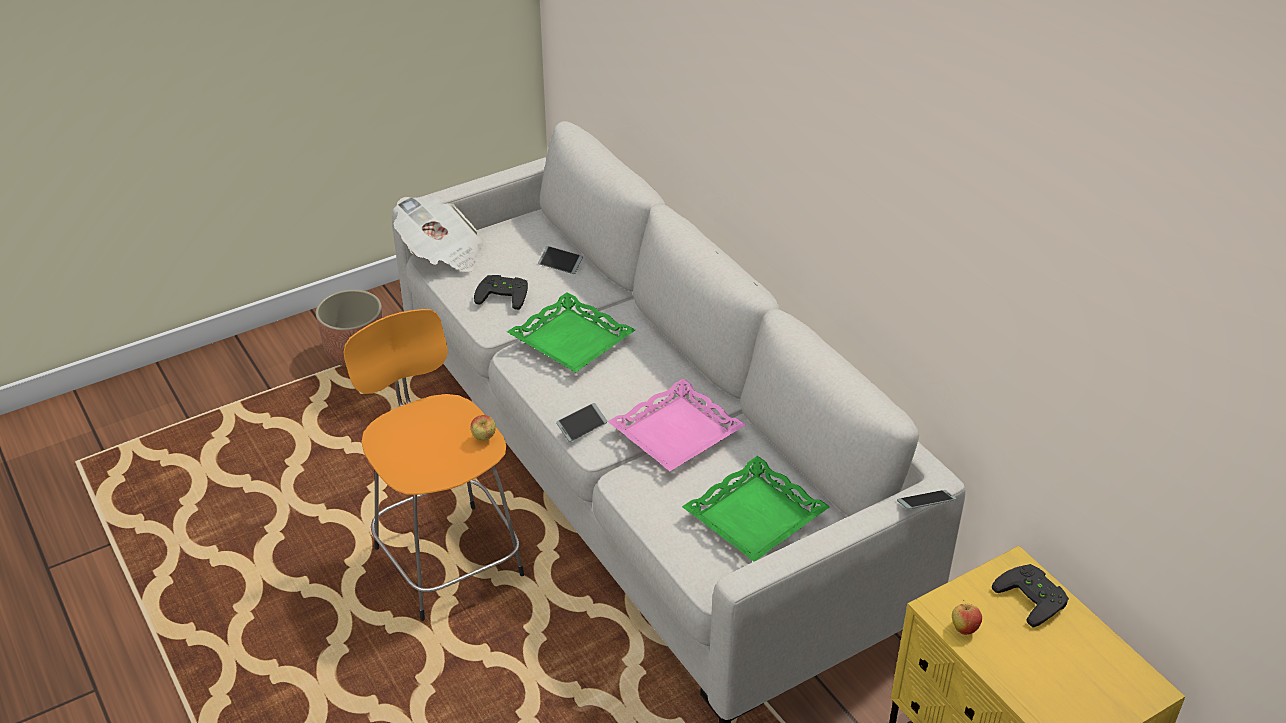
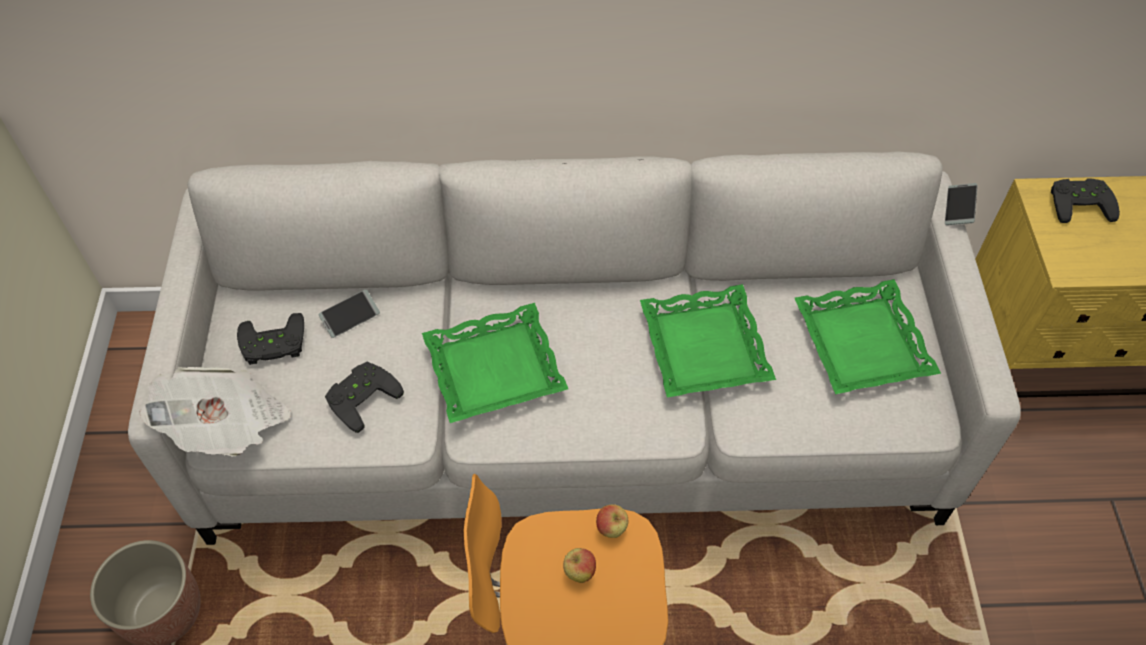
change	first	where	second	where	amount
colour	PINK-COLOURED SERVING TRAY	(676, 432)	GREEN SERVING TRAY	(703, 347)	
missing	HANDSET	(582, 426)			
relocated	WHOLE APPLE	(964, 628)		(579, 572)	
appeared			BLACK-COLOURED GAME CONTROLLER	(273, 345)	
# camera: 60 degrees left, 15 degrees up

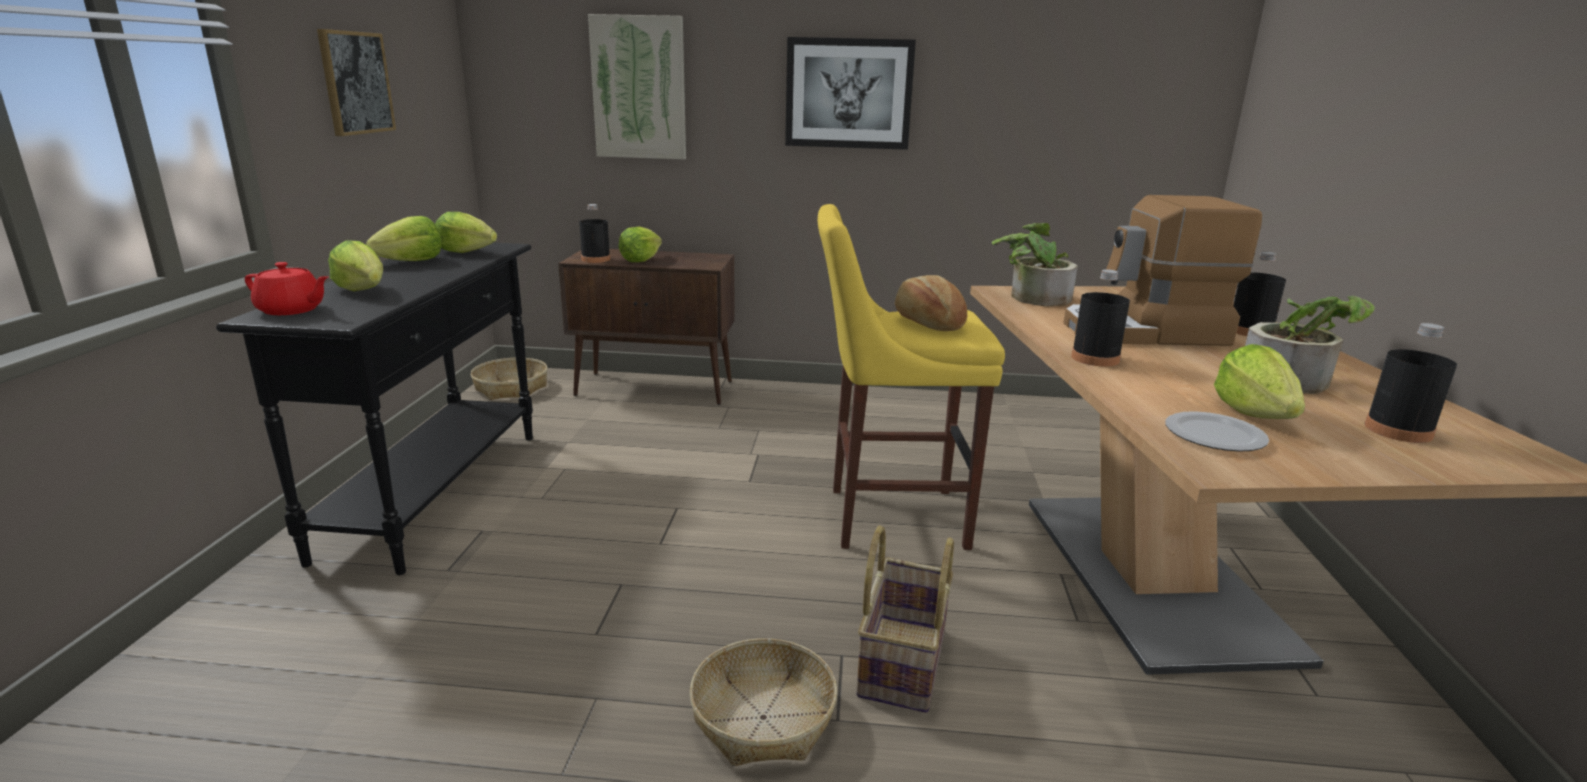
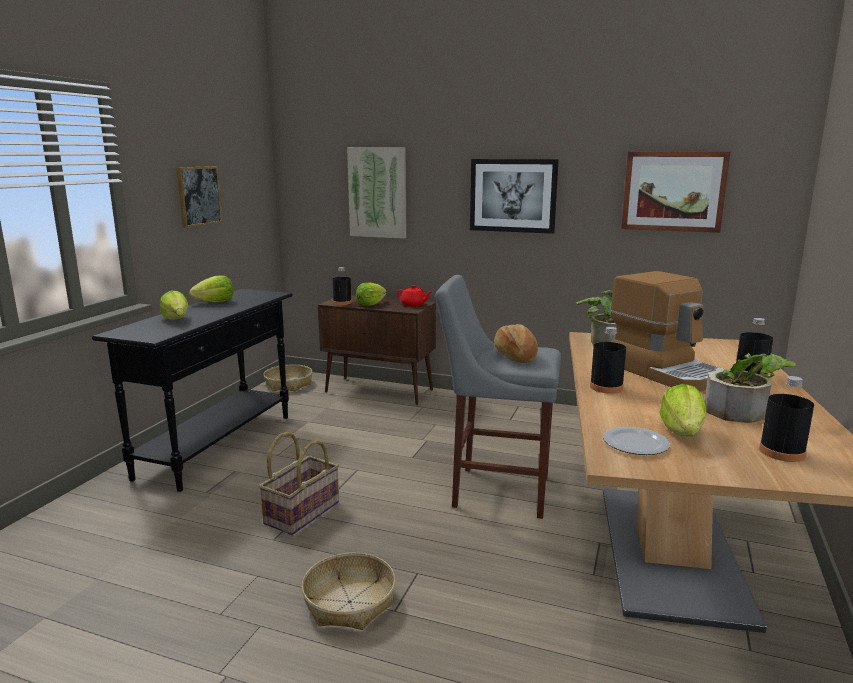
change	first	where	second	where	amount
spun	COFFEE MACHINE	(1145, 332)		(665, 372)	135 degrees counterclockwise
colour	YELLOW STOOL	(888, 517)	GRAY STOOL	(495, 490)	
missing	LETTUCE HEAD	(466, 252)			
relocated	RED TEA POT	(292, 310)		(413, 304)	
relocated	BASKET	(900, 661)		(301, 512)	
appeared			PICTURE	(673, 191)	
# camera: 15 degrees right, 5 degrees down

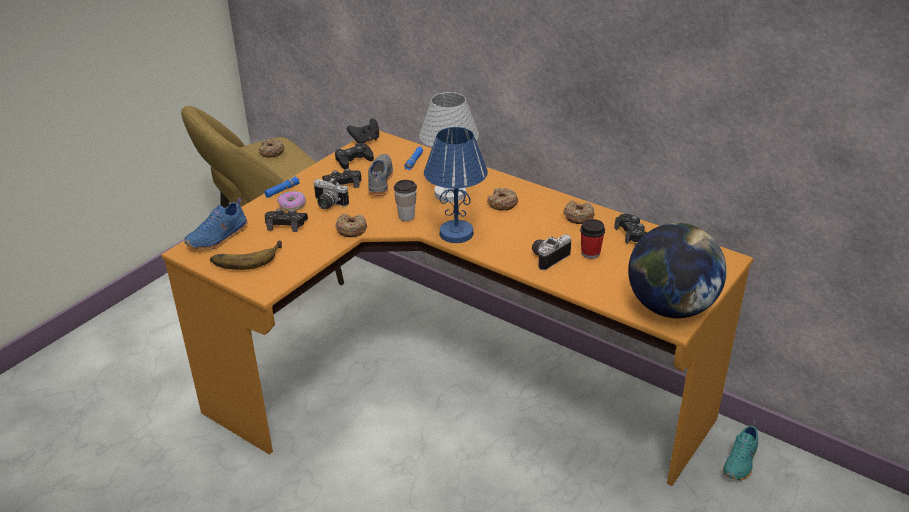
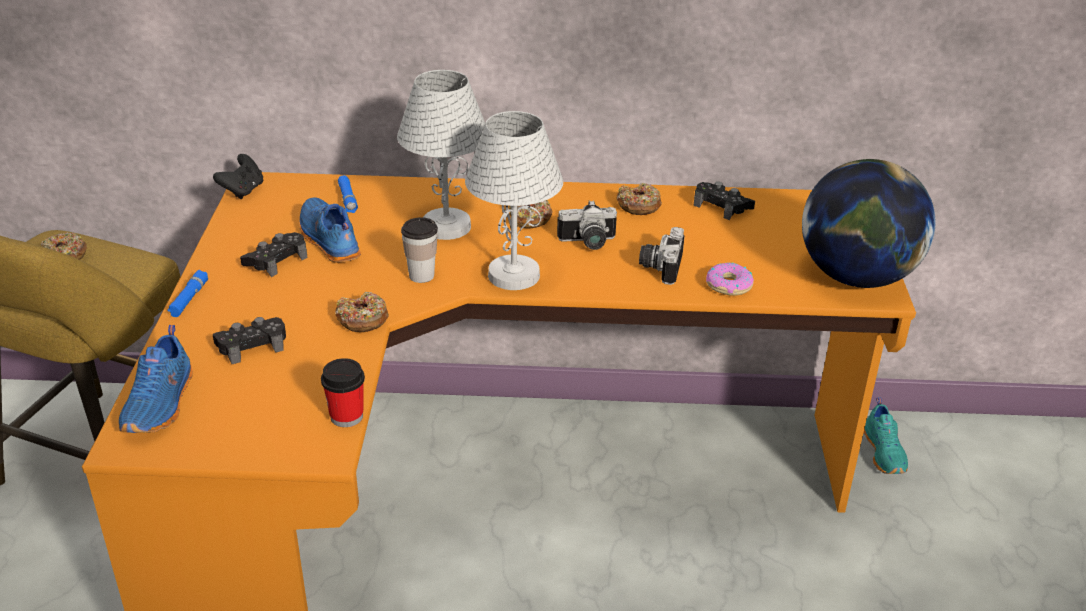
change	first	where	second	where	amount
colour	BLUE-COLOURED TABLETOP LAMP	(457, 233)	WHITE-COLOURED TABLETOP LAMP	(514, 275)	
missing	BLACK-COLOURED GAME CONTROLLER	(353, 160)			
colour	GRAY SHOE	(379, 181)	BLUE-COLOURED SHOE	(328, 241)	
relocated	STILL CAMERA	(328, 204)		(588, 243)	
relocated	DOUGHNUT	(292, 205)		(728, 285)	
relocated	SMALL CUP	(590, 253)		(346, 416)	
missing	BANANA	(246, 257)			
# camera: 35 degrees left, 0 degrees up

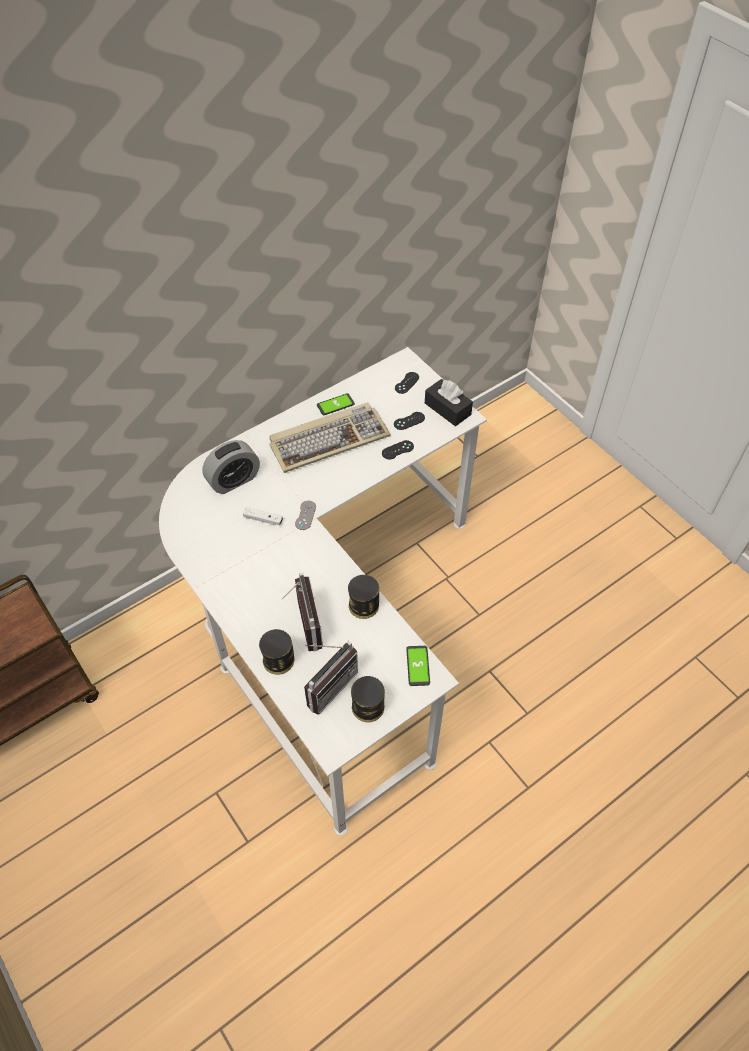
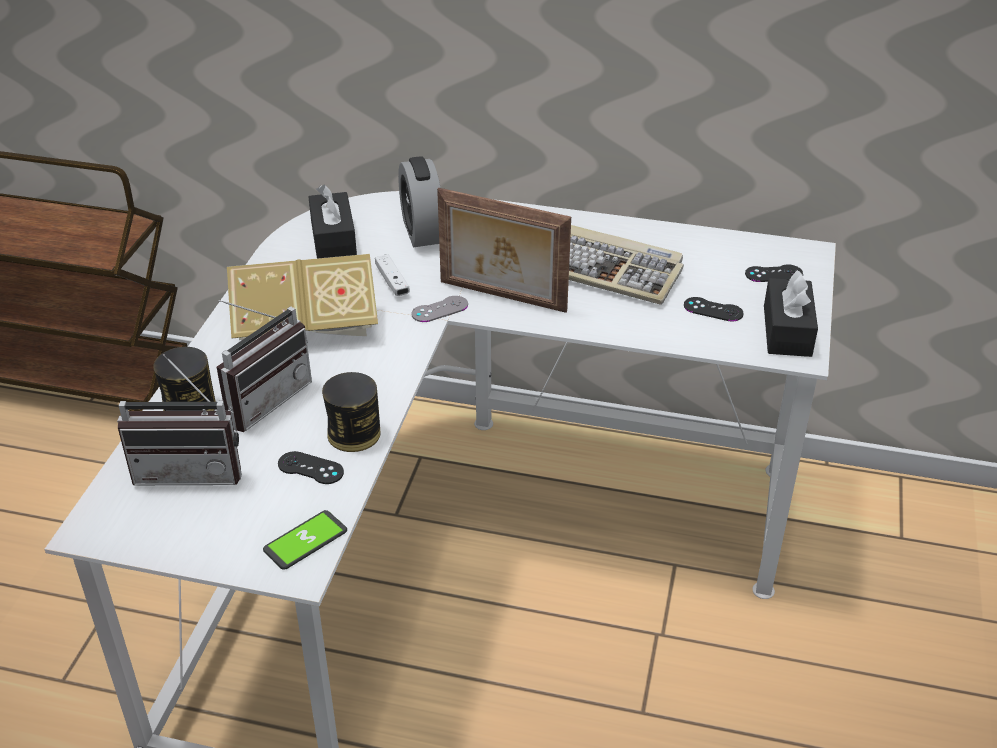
change	first	where	second	where	amount
missing	HANDSET	(335, 405)			
spun	BEDSIDE CLOCK	(233, 480)		(422, 231)	60 degrees clockwise
relocated	BLACK-COLOURED GAME CONTROLLER	(397, 450)		(310, 468)	
missing	METAL CAN	(368, 707)			
appeared			BLACK-COLOURED TISSUE HOLDER	(333, 239)	
appeared			STANDING FRAME	(502, 297)	
appeared			VOLUME	(306, 327)	
# camera: 50 degrees right, 15 degrees down

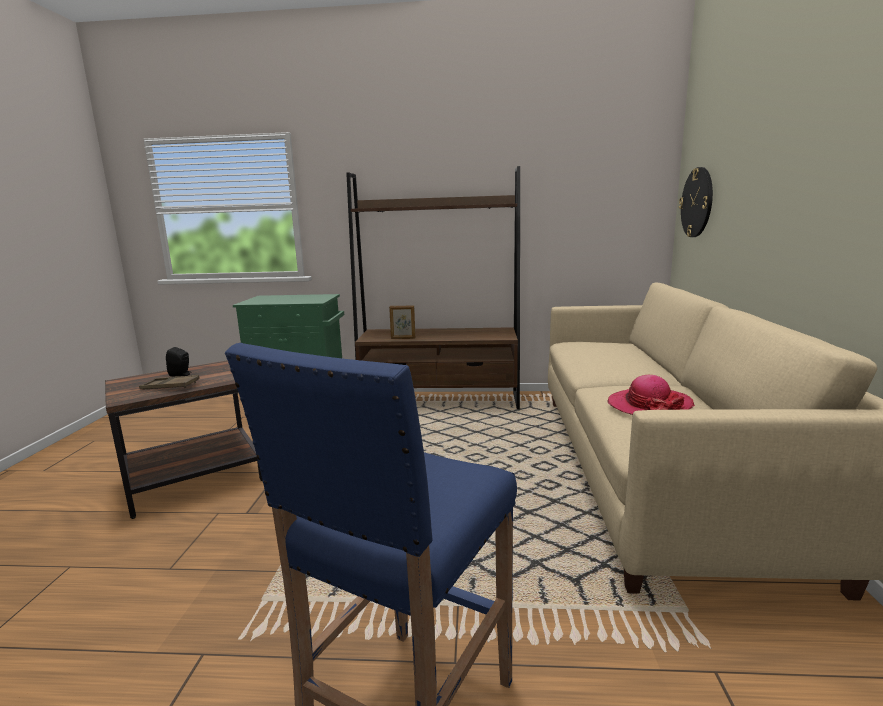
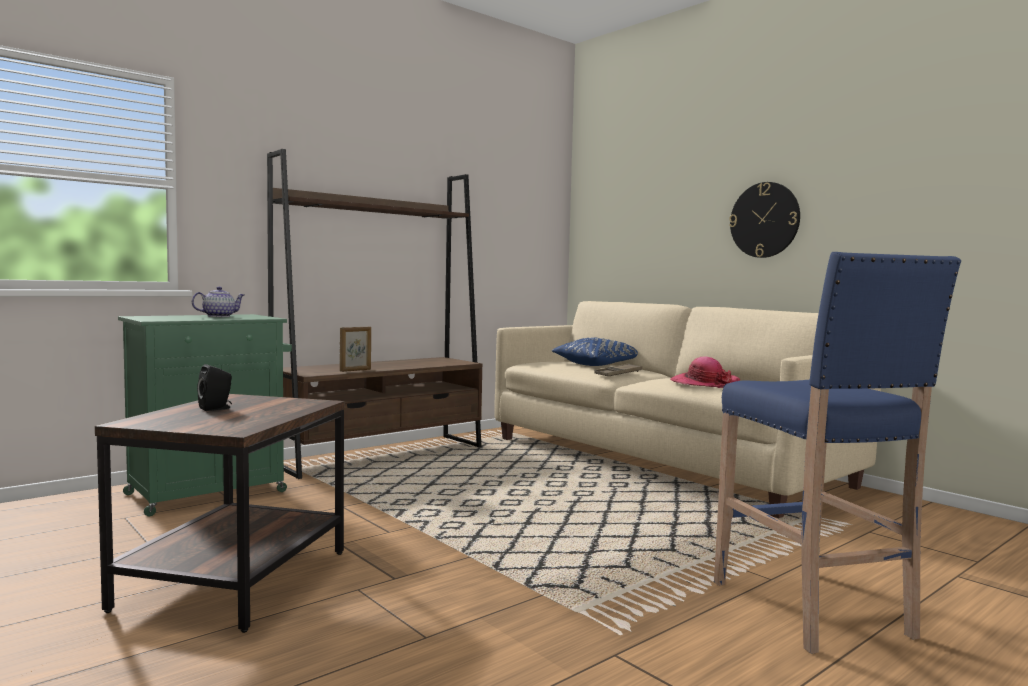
change	first	where	second	where	amount
relocated	WALL CLOCK	(697, 202)		(764, 220)	
relocated	BROWNISH SERVING TRAY	(170, 387)		(618, 374)	
appeared			TEA POT	(219, 316)	
appeared			BLUE-COLOURED THROW PILLOW	(597, 364)	
# camera: 45 degrees left, 10 degrees down

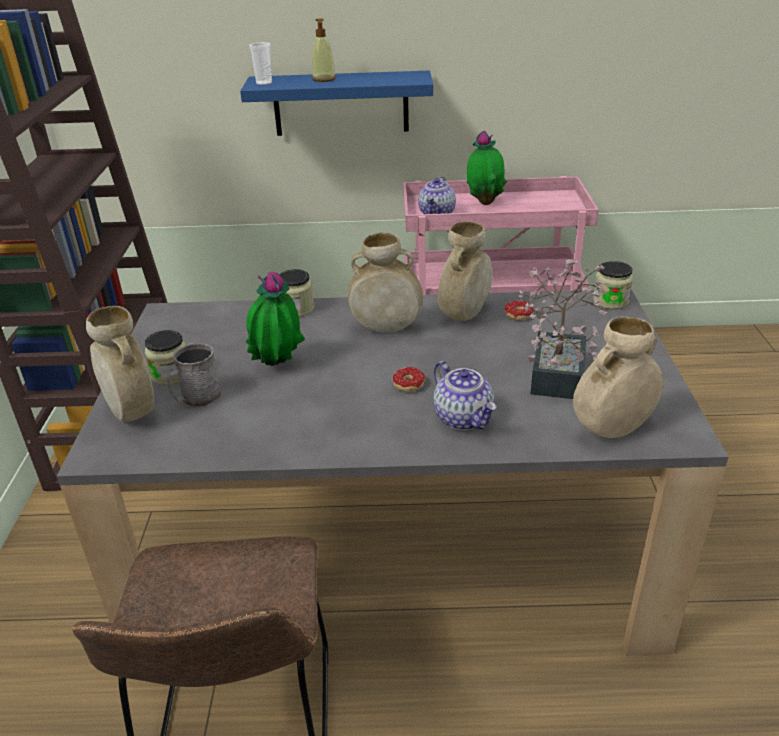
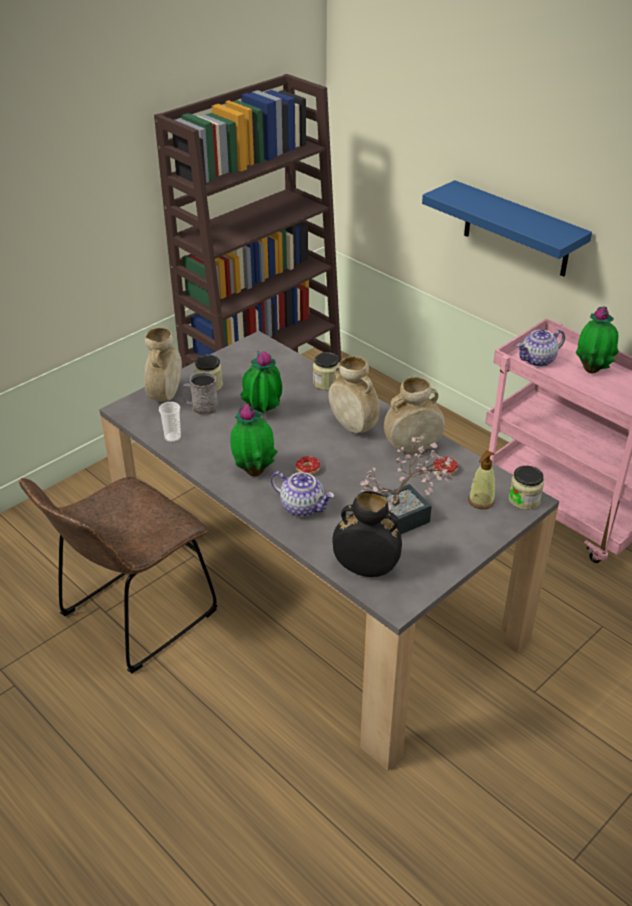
change	first	where	second	where	amount
relocated	SOAP DISPENSER	(324, 79)		(481, 501)	
relocated	SMALL CUP	(264, 83)		(172, 437)	
colour	BEIGE-COLOURED FLOWER VASE	(612, 430)	BLACK-COLOURED FLOWER VASE	(365, 569)	
spun	TEA POT	(464, 418)		(303, 507)	75 degrees counterclockwise
appeared			HOUSEPLANT	(254, 471)	
# camera: 45 degrees right, 5 degrees up

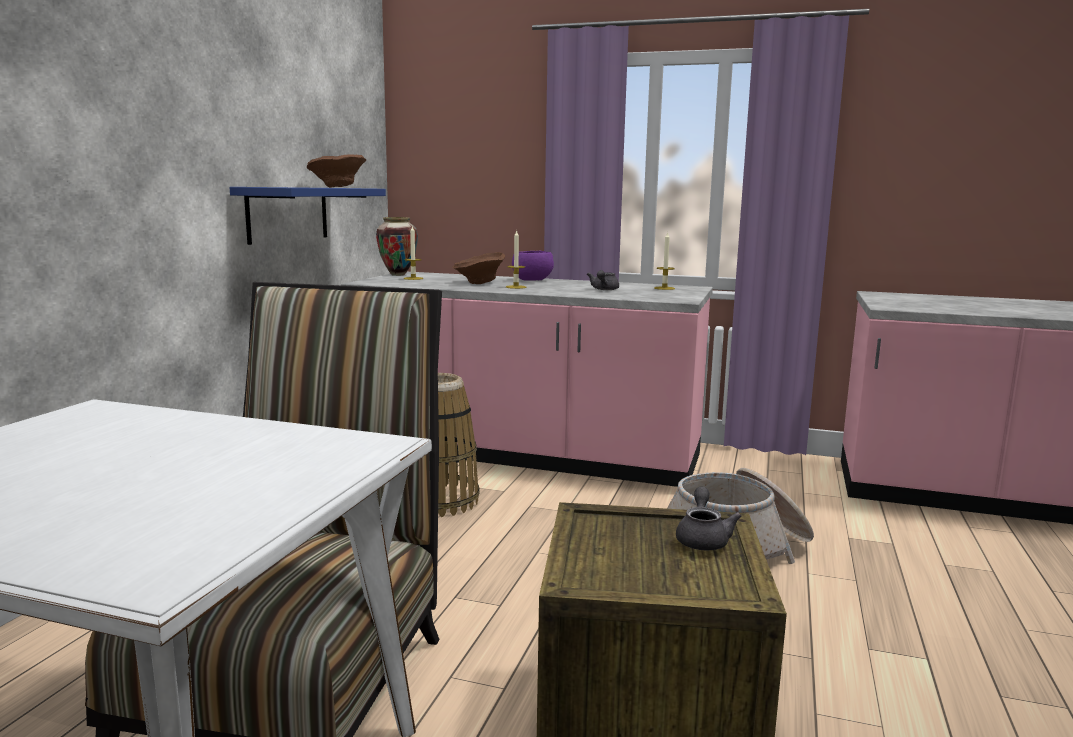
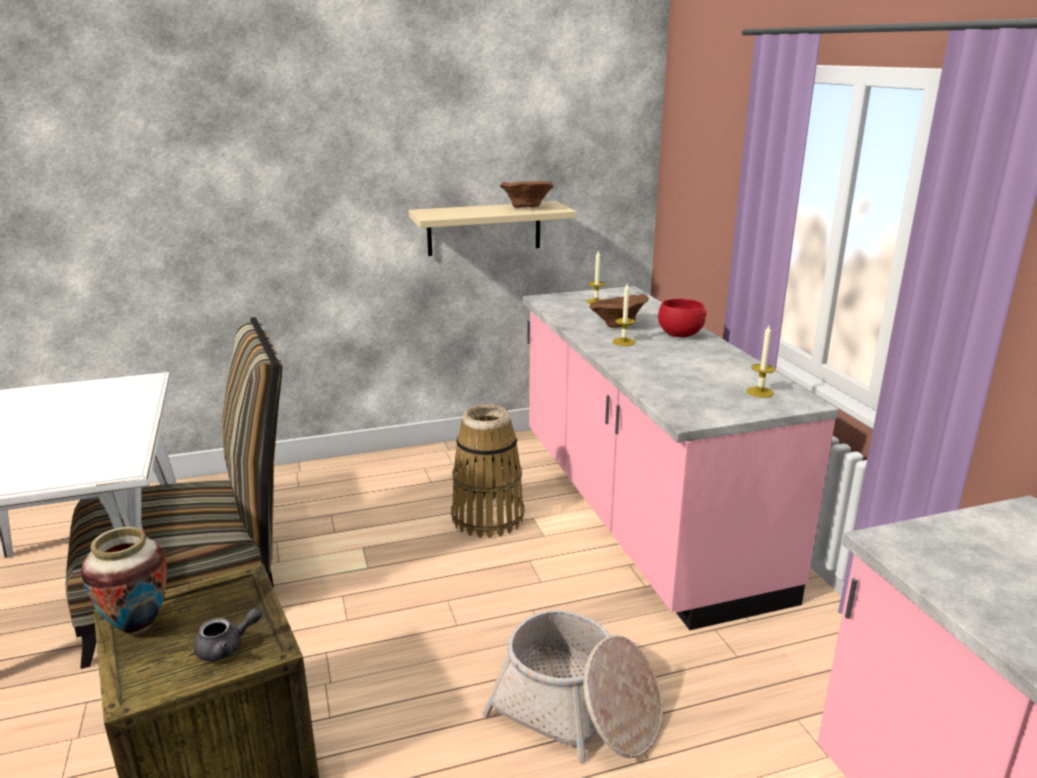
change	first	where	second	where	amount
colour	BLUE-COLOURED SHELF	(288, 214)	BEIGE-COLOURED SHELF	(484, 228)	
relocated	FLOWER VASE	(398, 275)		(138, 627)	
colour	PURPLISH DEEP DISH	(531, 281)	RED DEEP DISH	(679, 335)	
missing	GRAY TEA POT	(603, 289)			
# camera: 55 degrees right, 10 degrees up

